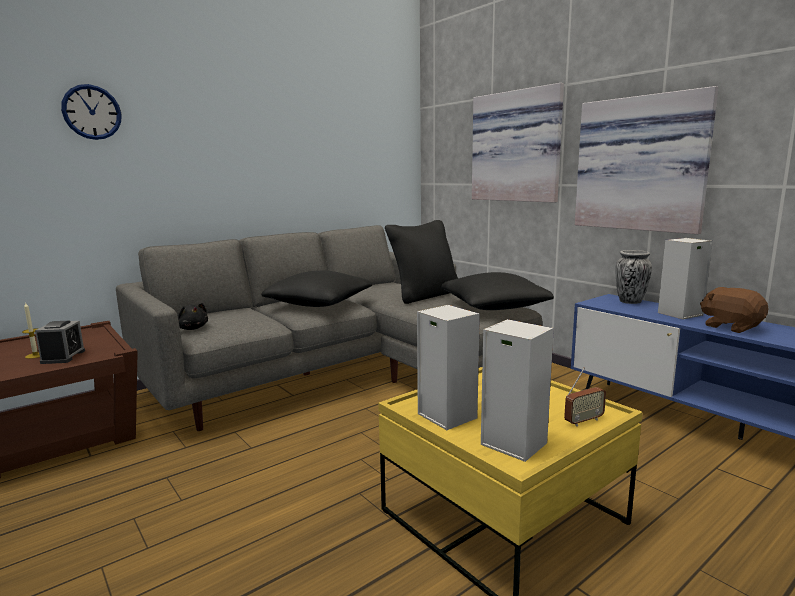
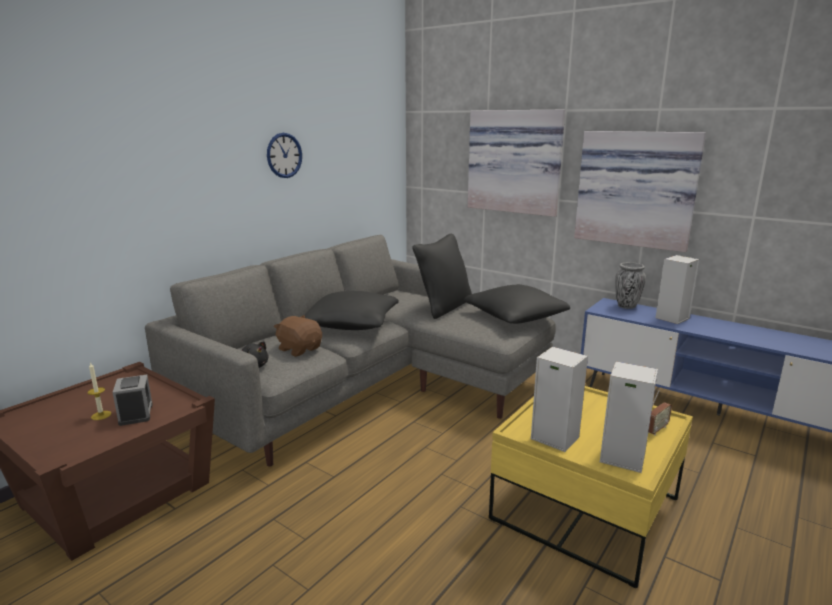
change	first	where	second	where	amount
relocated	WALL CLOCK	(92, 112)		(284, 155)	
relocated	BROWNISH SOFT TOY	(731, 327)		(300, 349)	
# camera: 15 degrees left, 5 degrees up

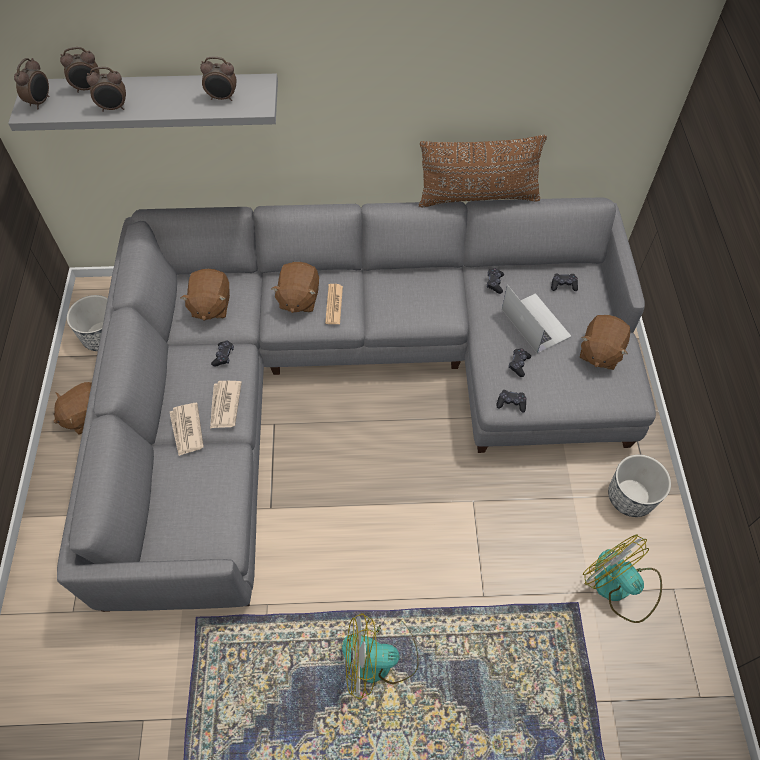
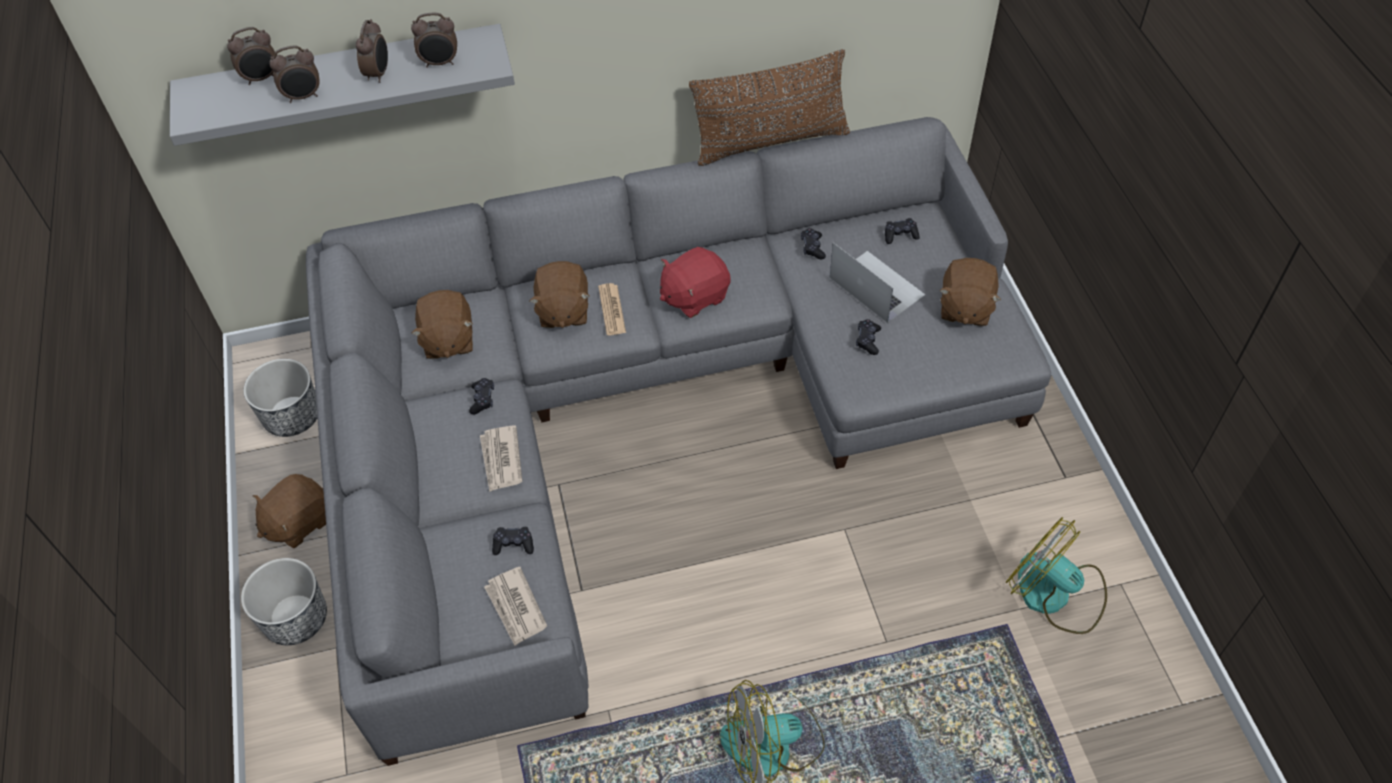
change	first	where	second	where	amount
relocated	BEDSIDE CLOCK	(40, 102)		(379, 73)	
relocated	BLACK-COLOURED GAME CONTROLLER	(511, 403)		(513, 544)	
relocated	PRINTED PAPER	(187, 430)		(515, 608)	
relocated	PLANTER	(630, 496)		(295, 618)	
appeared			RED SOFT TOY	(694, 296)	
# camera: 10 degrees left, 5 degrees down

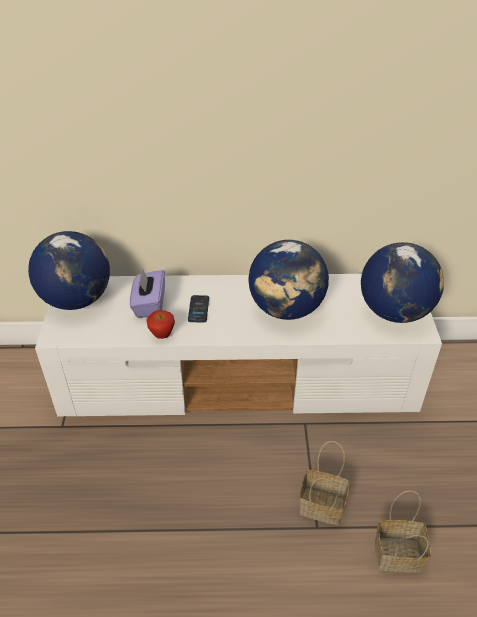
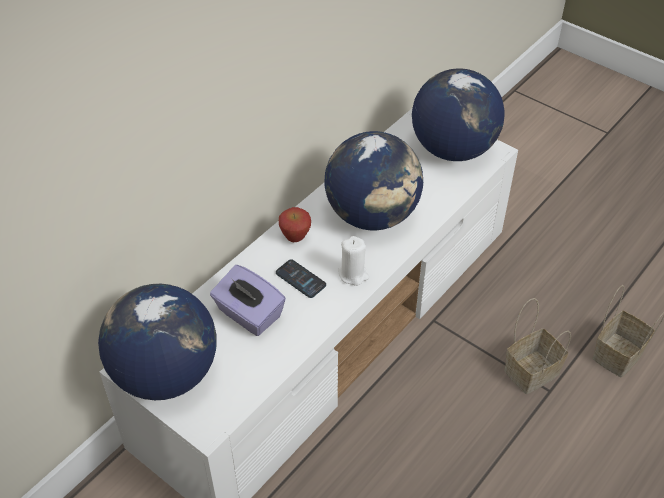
change	first	where	second	where	amount
relocated	WHOLE APPLE	(162, 335)		(295, 238)	
appeared			WHITE-COLOURED WAX LIGHT	(353, 274)	
# camera: 50 degrees left, 5 degrees up

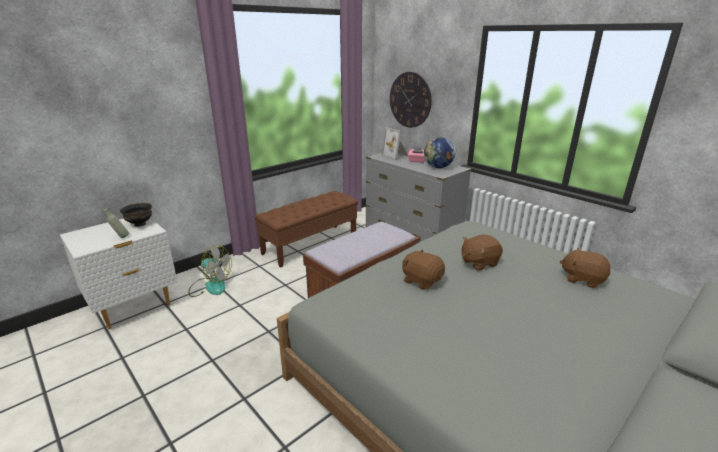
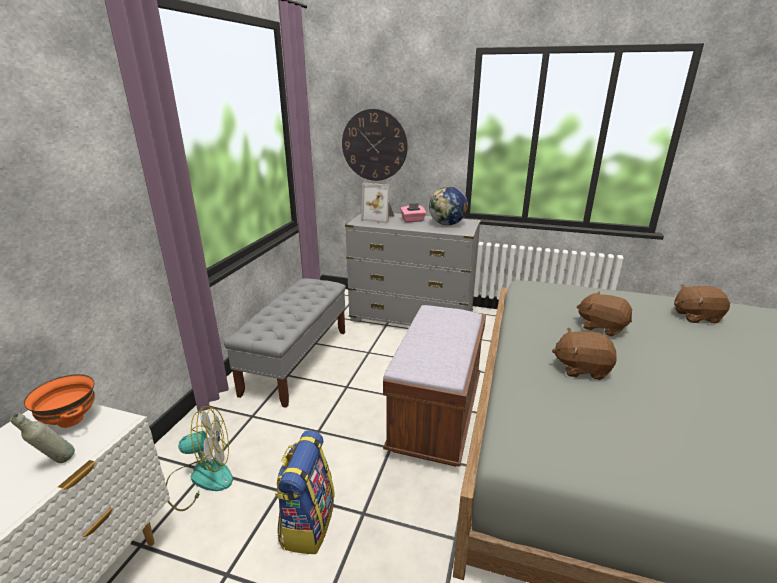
change	first	where	second	where	amount
colour	BROWNISH LONG SEAT	(310, 244)	GRAY LONG SEAT	(297, 360)	
colour	BLACK-COLOURED DEEP DISH	(140, 224)	ORANGEY DEEP DISH	(71, 420)	
spun	BROWNISH SOFT TOY	(479, 262)		(602, 327)	90 degrees clockwise
appeared			BACKPACK	(307, 523)	
# camera: 30 degrees left, 0 degrees up

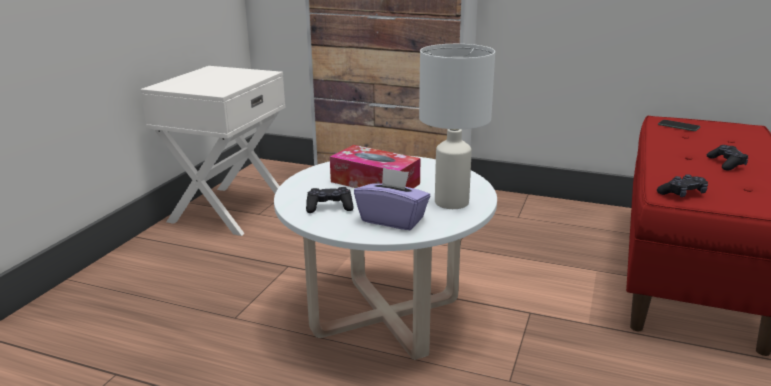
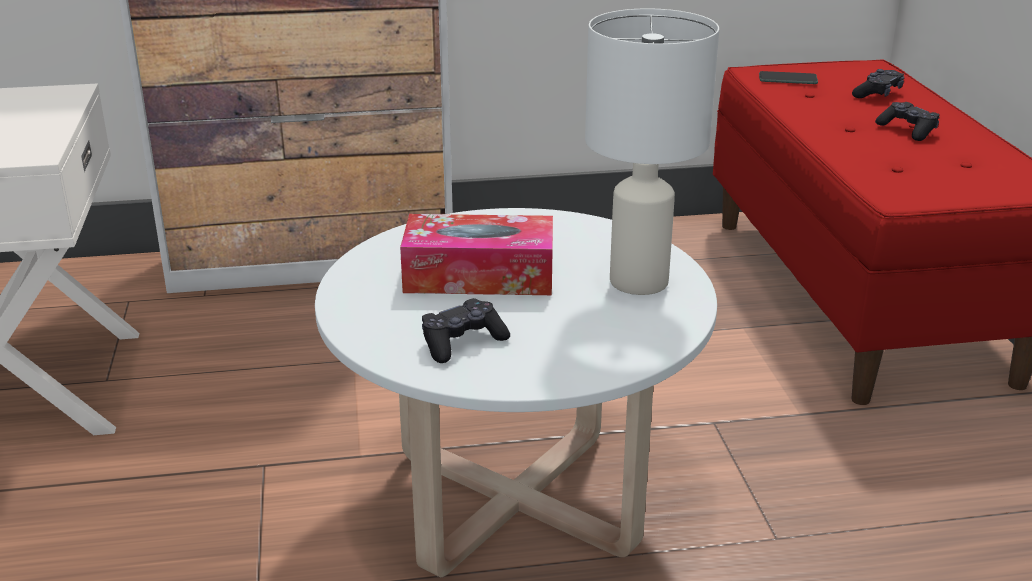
change	first	where	second	where	amount
missing	PURPLISH TISSUE HOLDER	(392, 220)			
relocated	BLACK-COLOURED GAME CONTROLLER	(682, 194)		(878, 94)	
# camera: 30 degrees left, 5 degrees up

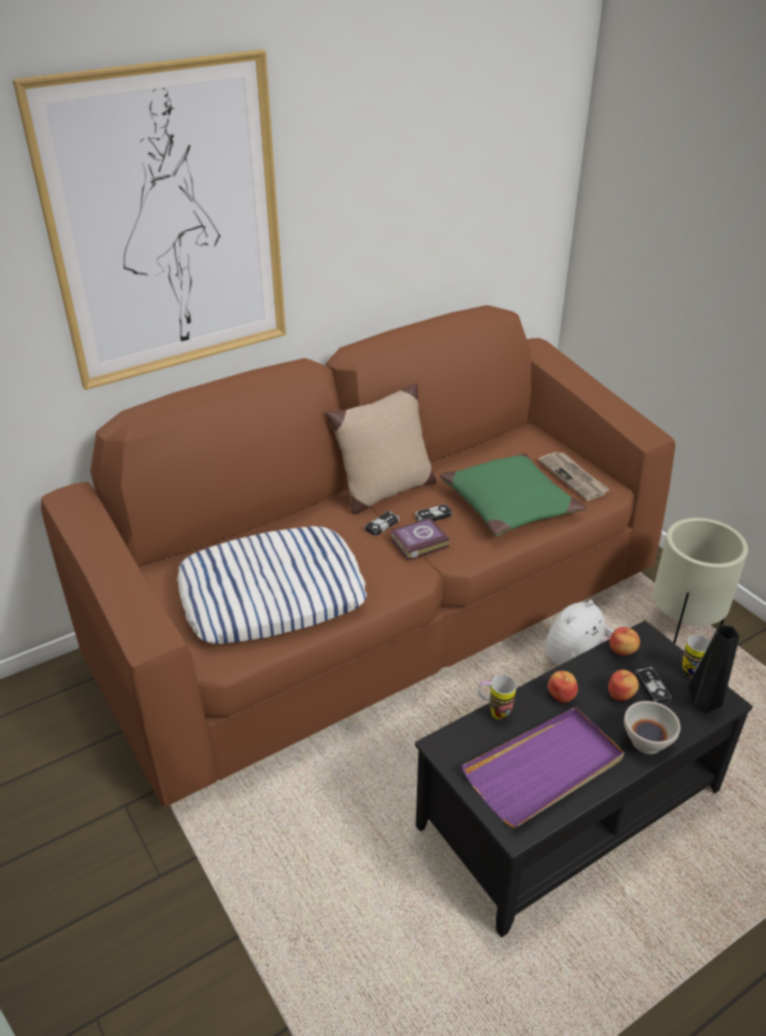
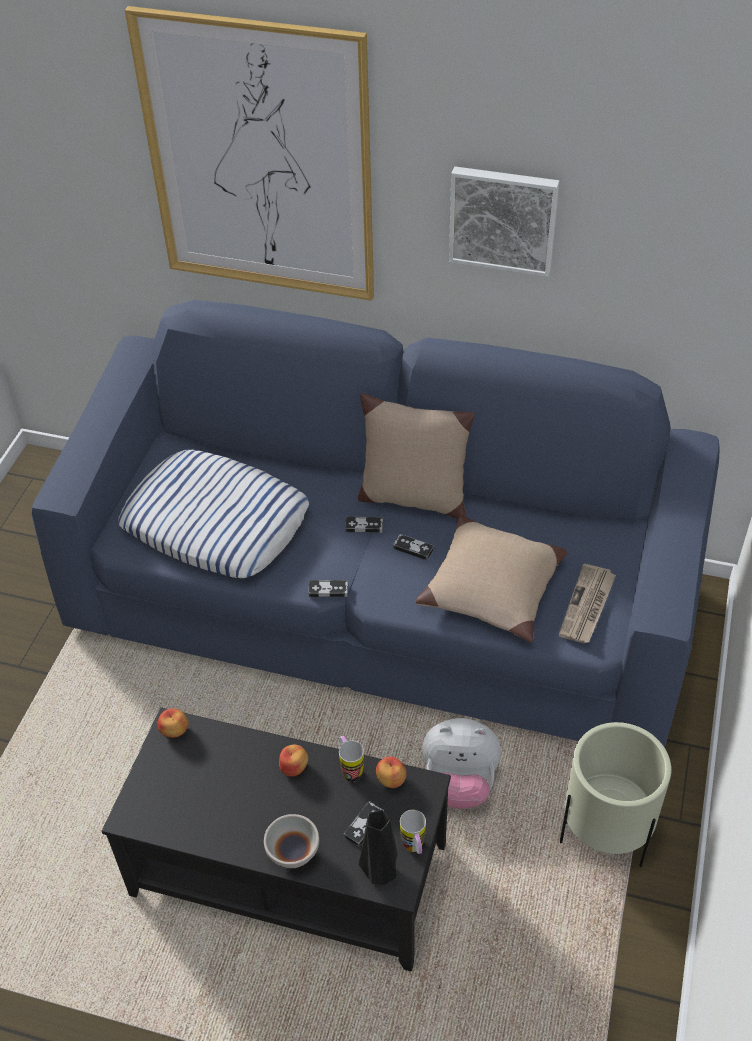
change	first	where	second	where	amount
colour	BROWNISH SETTEE	(381, 612)	BLUE-COLOURED SETTEE	(379, 605)	
colour	GREEN THROW PILLOW	(510, 505)	BEIGE-COLOURED THROW PILLOW	(493, 588)	
missing	VOLUME	(417, 543)			
relocated	WHOLE APPLE	(621, 694)		(174, 731)	
relocated	COFFEE MUG	(494, 712)		(350, 769)	
missing	PURPLISH SERVING TRAY	(544, 769)			
appeared			PICTURE	(503, 219)	
appeared			GAME CONTROLLER	(328, 590)	
# camera: 50 degrees right, 10 degrees up

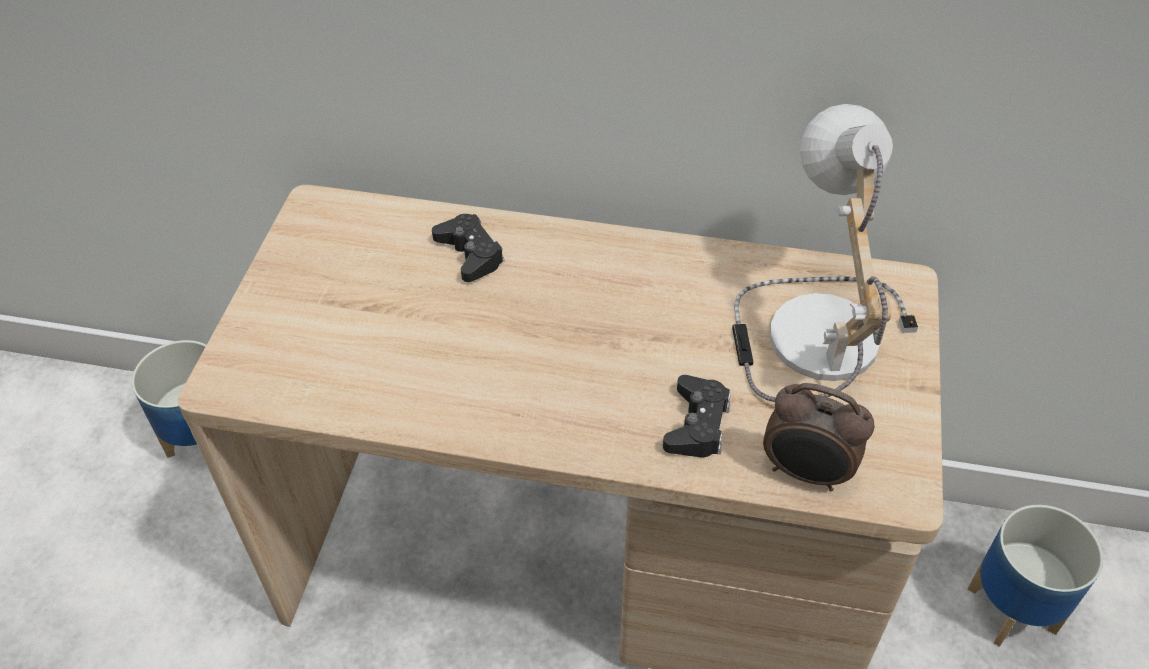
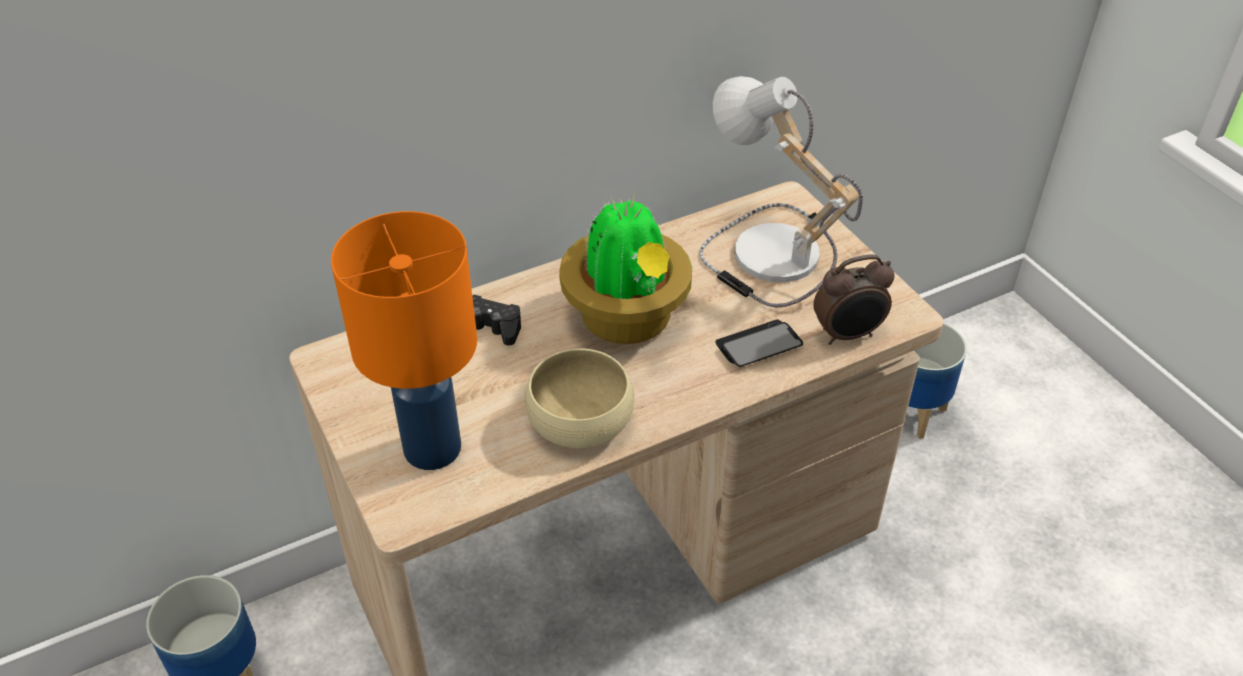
change	first	where	second	where	amount
exchanged	BLACK-COLOURED GAME CONTROLLER	(697, 424)	HANDSET	(758, 345)	
appeared			HOUSEPLANT	(627, 320)	
appeared			ORANGEY TABLETOP LAMP	(434, 449)	
appeared			BEIGE-COLOURED DEEP DISH	(580, 420)	
# camera: 40 degrees left, 5 degrees down

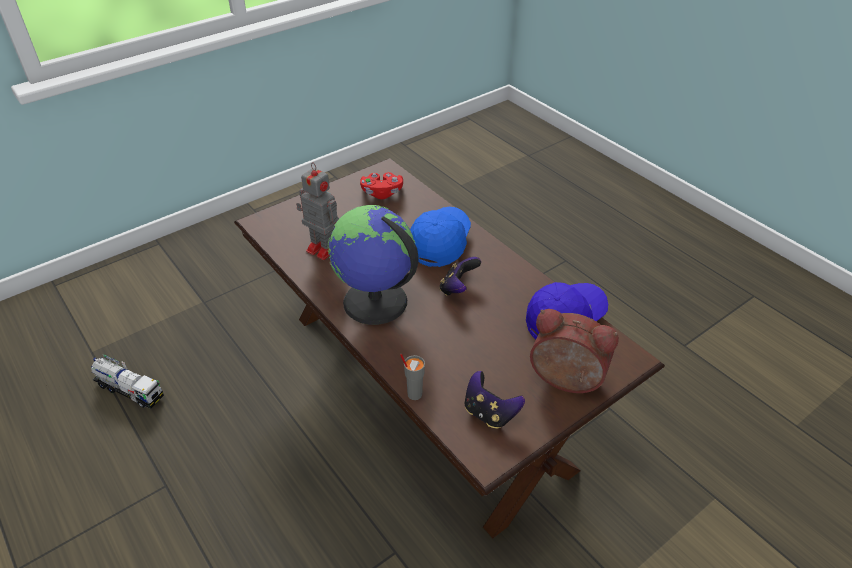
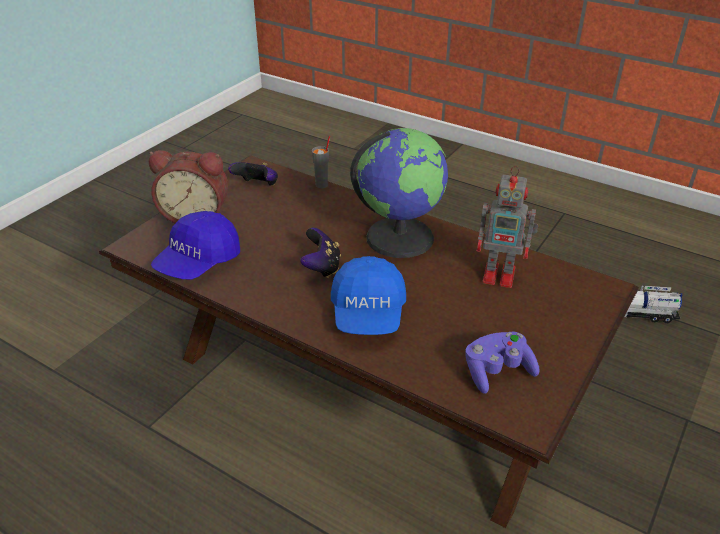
change	first	where	second	where	amount
colour	RED GAME CONTROLLER	(382, 193)	PURPLISH GAME CONTROLLER	(497, 371)	
# camera: 160 degrees right, 5 degrees down

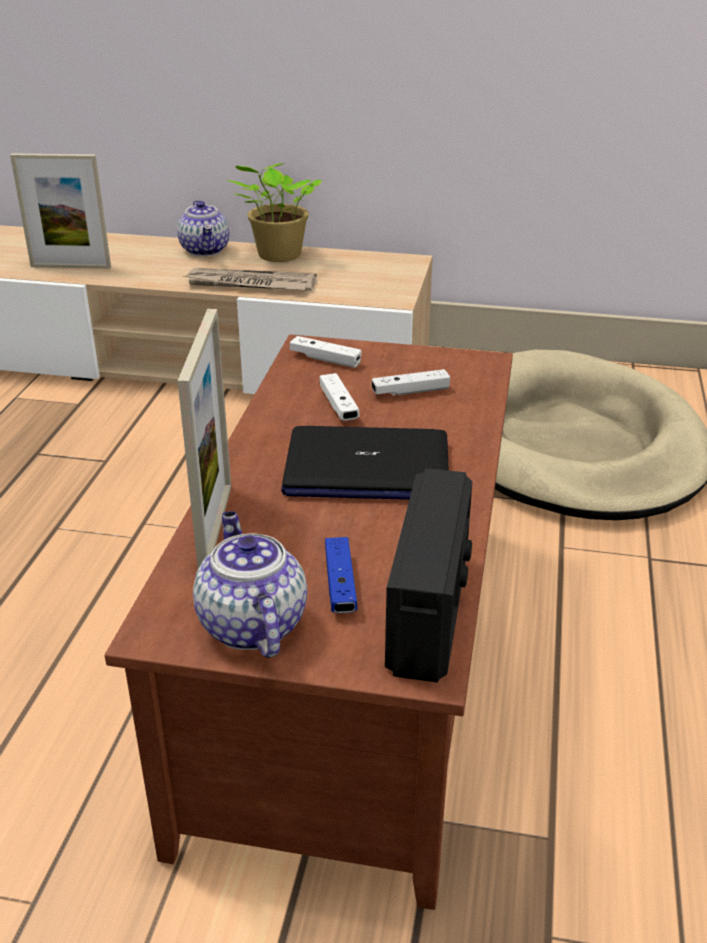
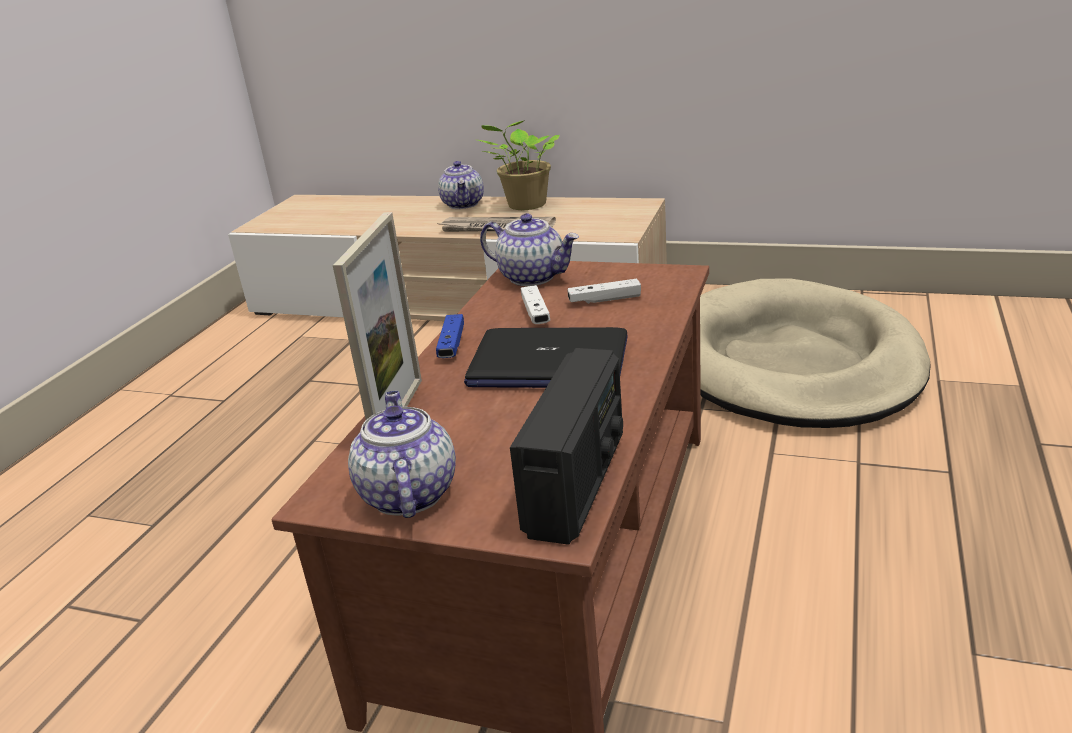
change	first	where	second	where	amount
missing	STANDING FRAME	(70, 267)			
exchanged	WHITE-COLOURED GAME CONTROLLER	(325, 359)	TEA POT	(533, 277)	
relocated	BLUE-COLOURED GAME CONTROLLER	(340, 585)		(452, 345)	
# camera: 10 degrees right, 5 degrees down

